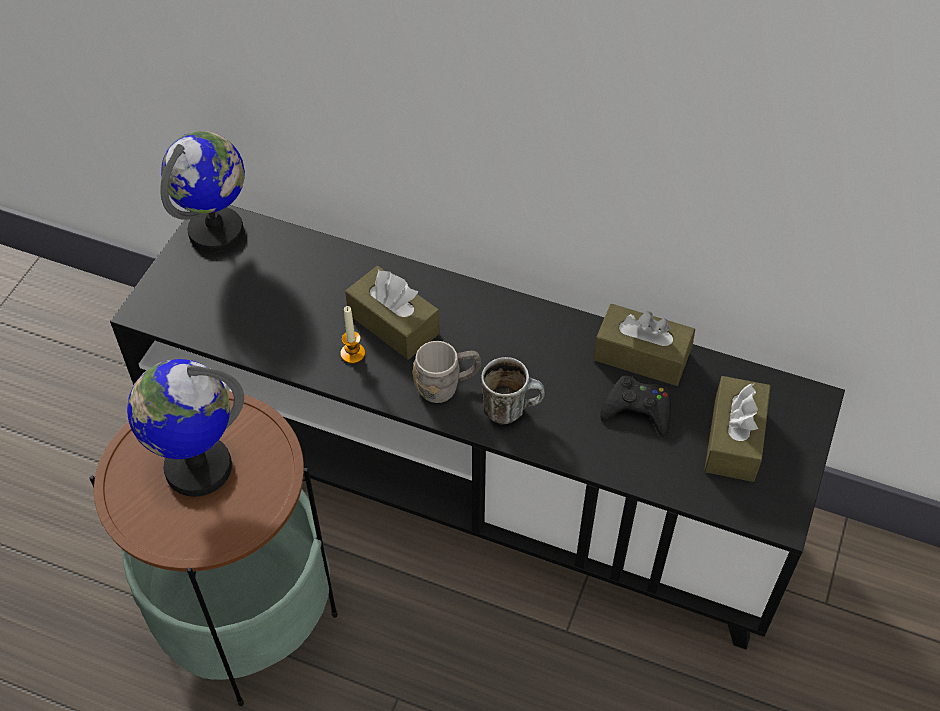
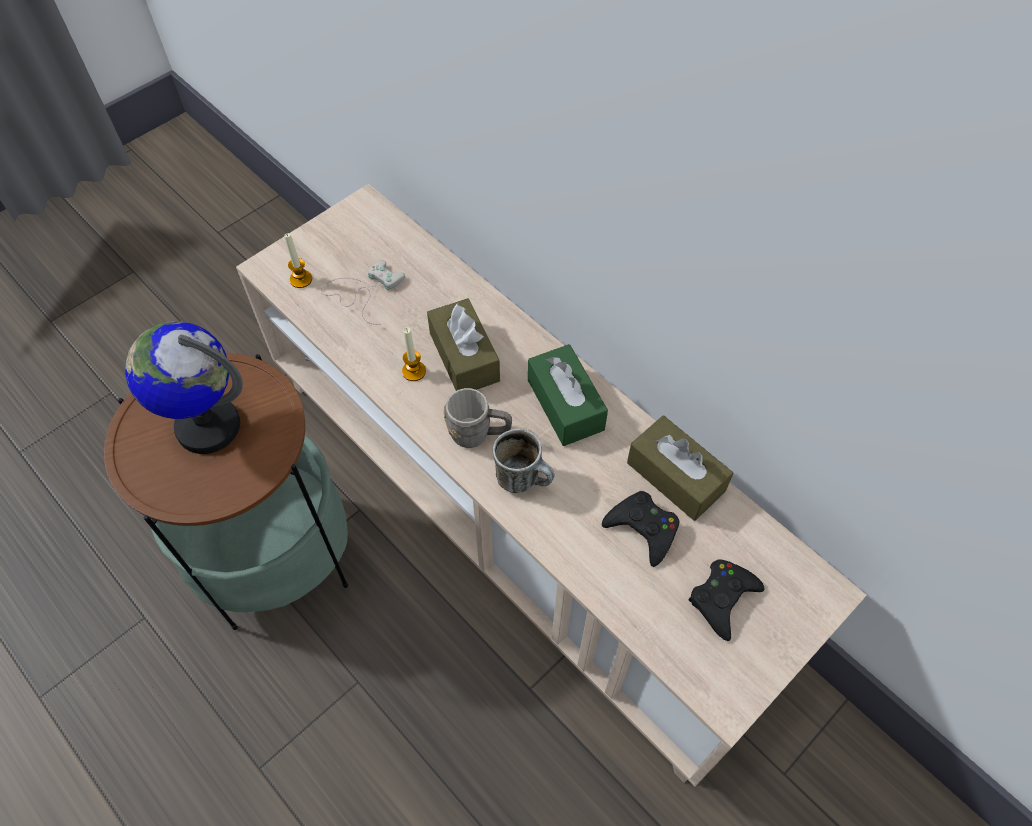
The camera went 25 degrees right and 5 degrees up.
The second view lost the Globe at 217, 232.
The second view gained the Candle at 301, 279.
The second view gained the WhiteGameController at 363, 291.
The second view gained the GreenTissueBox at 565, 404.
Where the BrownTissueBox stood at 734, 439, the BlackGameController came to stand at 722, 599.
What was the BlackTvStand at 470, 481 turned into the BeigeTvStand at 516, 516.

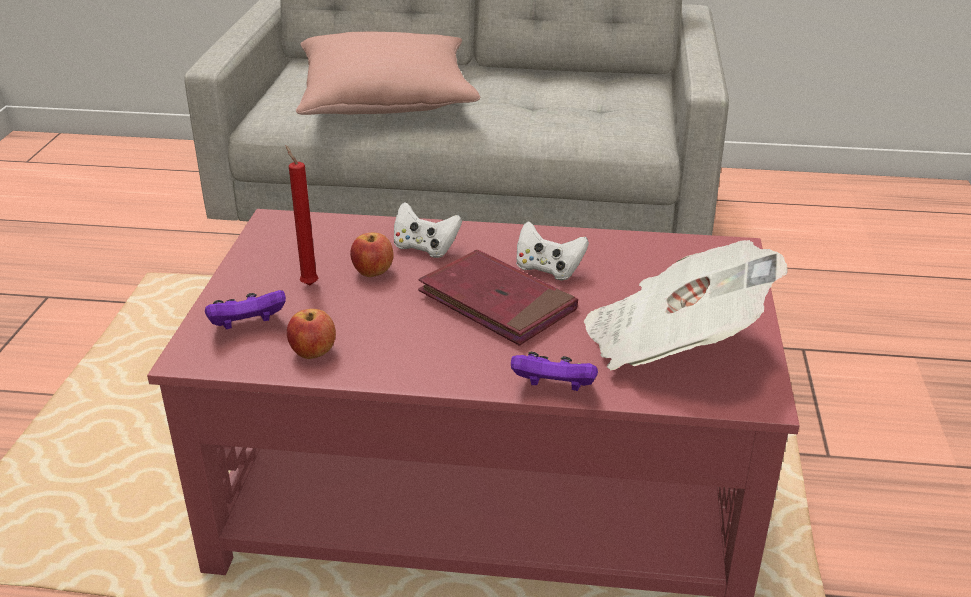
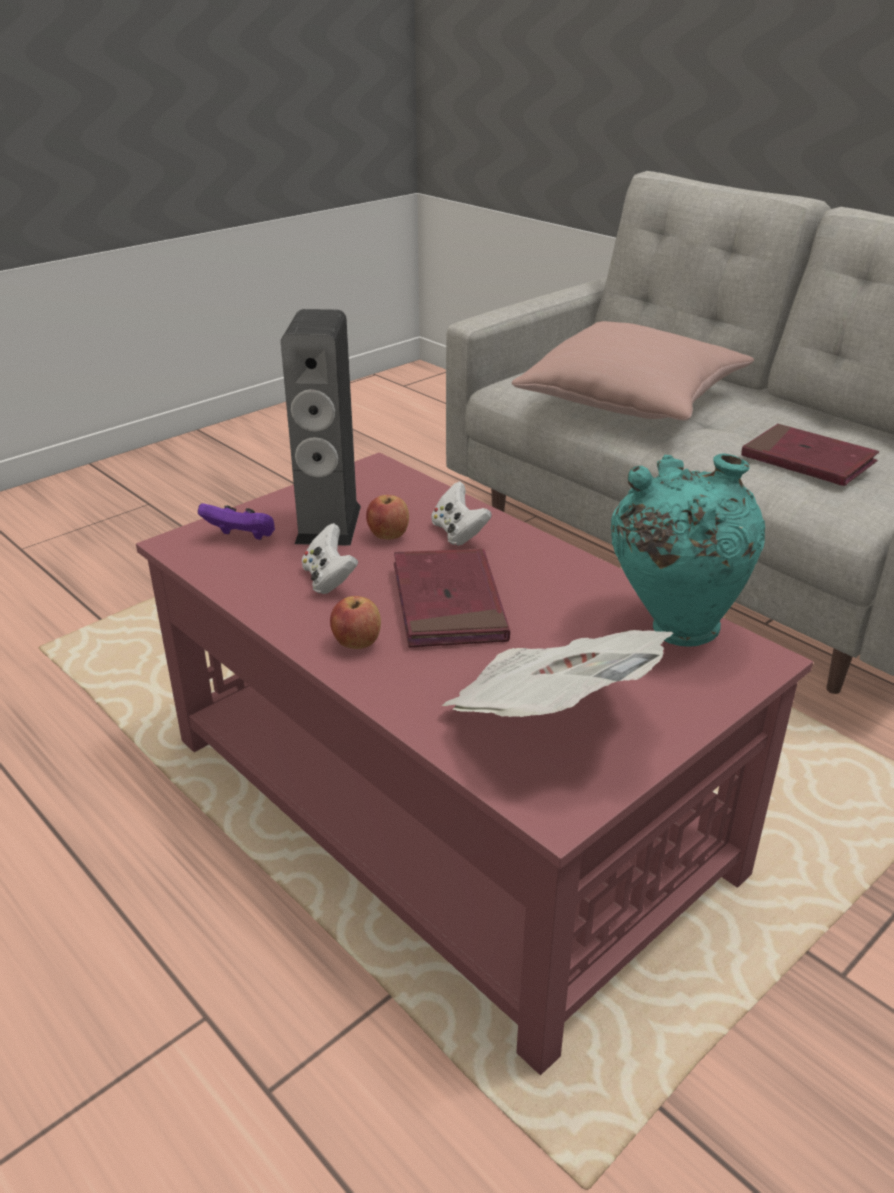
The camera went 40 degrees right and 0 degrees up.
The second view lost the PurpleGameController at 554, 389.
The second view gained the TurquoiseVase at 673, 627.
The second view gained the RedBook at 807, 461.
The Apple ended up elsewhere, having gone from 313, 353 to 356, 643.
The WhiteGameController ended up elsewhere, having gone from 548, 269 to 329, 579.
Where the RedCandle stood at 308, 284, the Speaker came to stand at 328, 524.

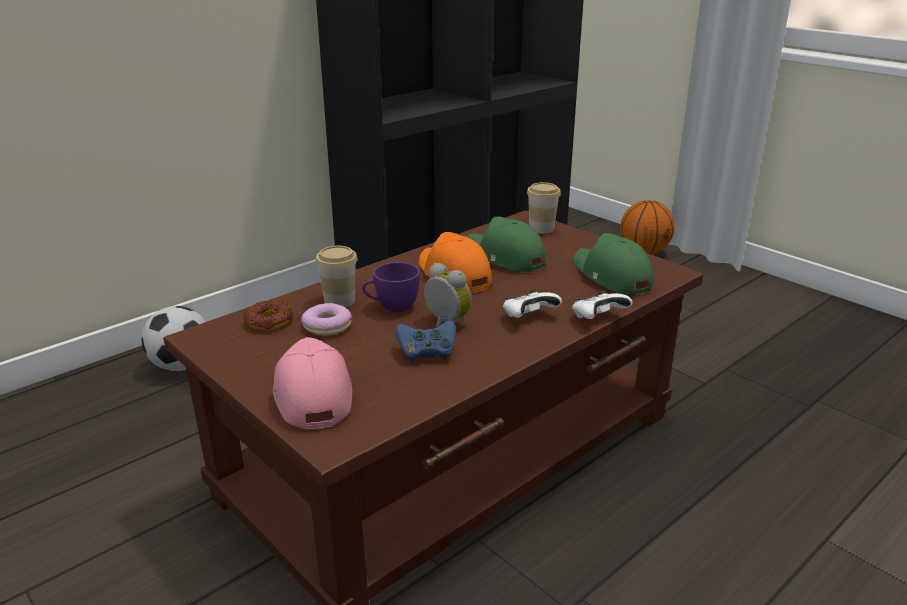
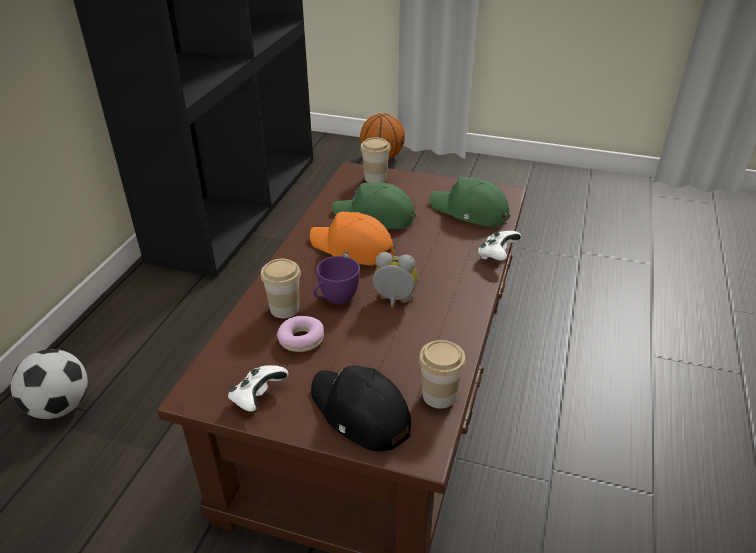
The camera went 30 degrees left and 10 degrees up.
The second view lost the Donut at 269, 321.
The second view lost the BlueGameController at 426, 353.
The second view gained the Cup at 439, 395.
The WhiteGameController ended up elsewhere, having gone from 529, 317 to 258, 397.
What was the PinkCap at 312, 394 turned into the BlackCap at 360, 413.

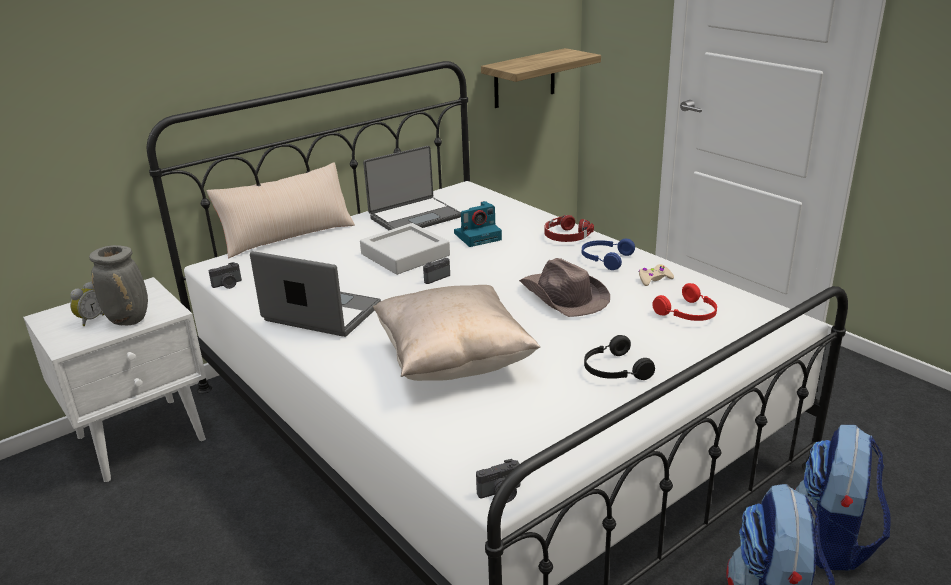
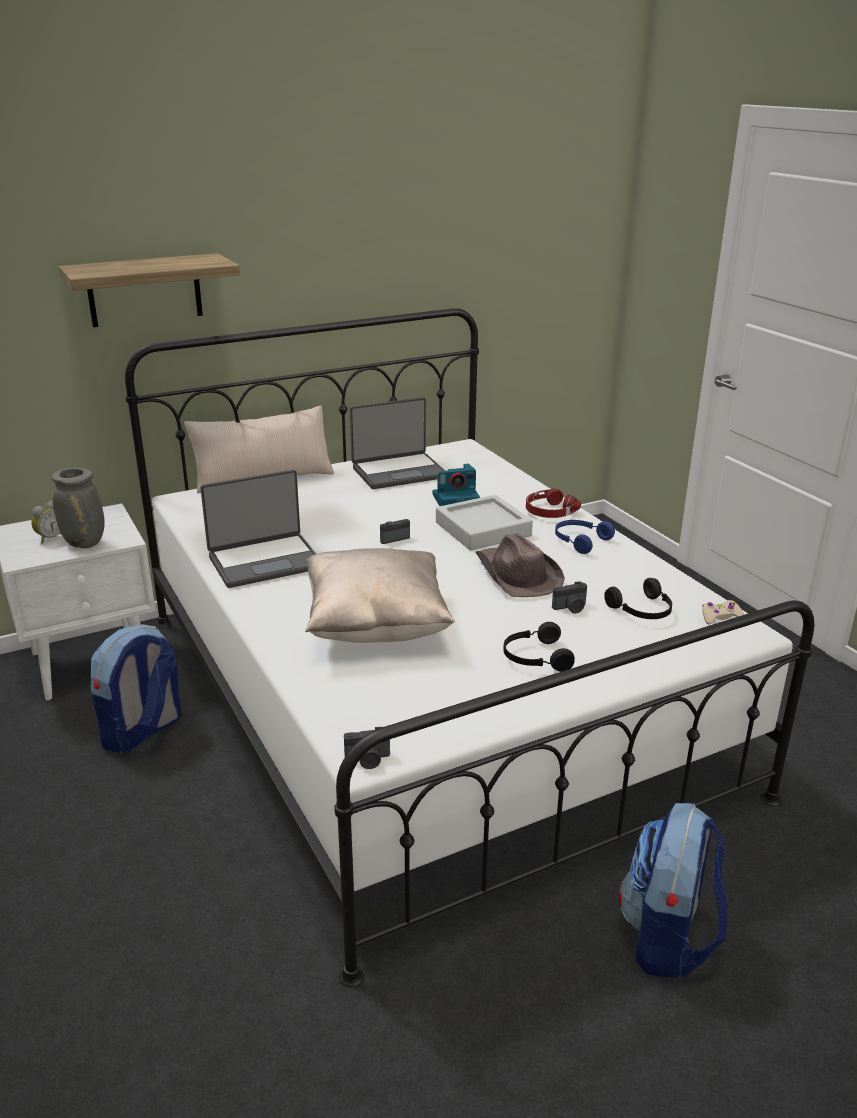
The camera went 10 degrees right and 0 degrees up.
The PhotoCamera ended up elsewhere, having gone from 228, 285 to 571, 608.
The GreyTray ended up elsewhere, having gone from 405, 255 to 483, 529.
The Shelf ended up elsewhere, having gone from 524, 78 to 144, 290.
The BeigeGameController ended up elsewhere, having gone from 654, 279 to 720, 617.
The Backpack ended up elsewhere, having gone from 833, 541 to 142, 732.
What was the RedHeadphones at 688, 314 turned into the BlackHeadphones at 642, 611.
The Laptop at 320, 314 ended up facing another way, 120 degrees clockwise from before.

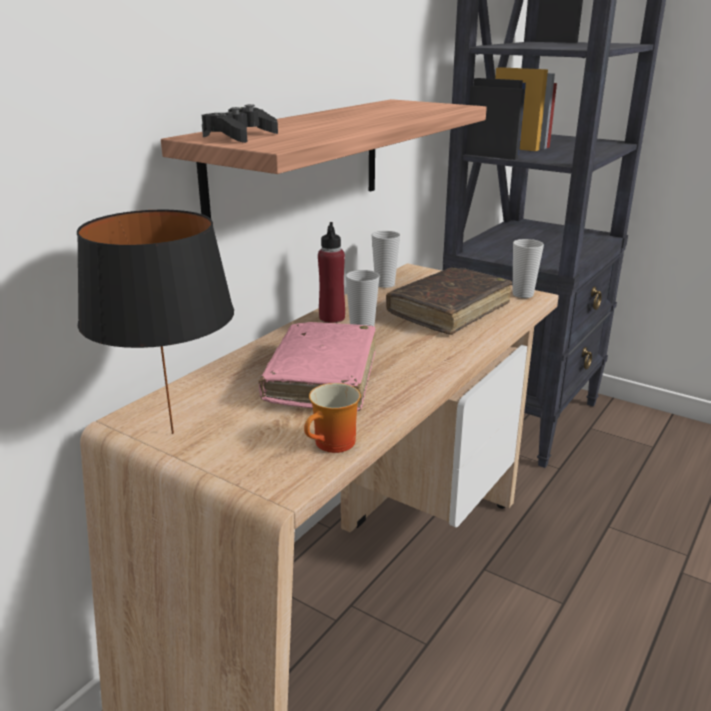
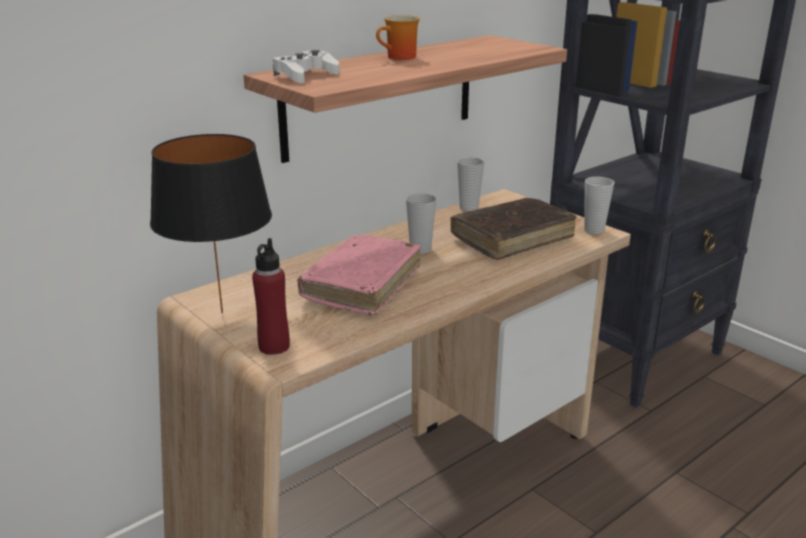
The camera went 15 degrees right and 0 degrees up.
The Mug ended up elsewhere, having gone from 334, 445 to 400, 58.
The RedBottle ended up elsewhere, having gone from 332, 318 to 274, 346.
What was the BlackGameController at 240, 136 turned into the WhiteGameController at 305, 75.

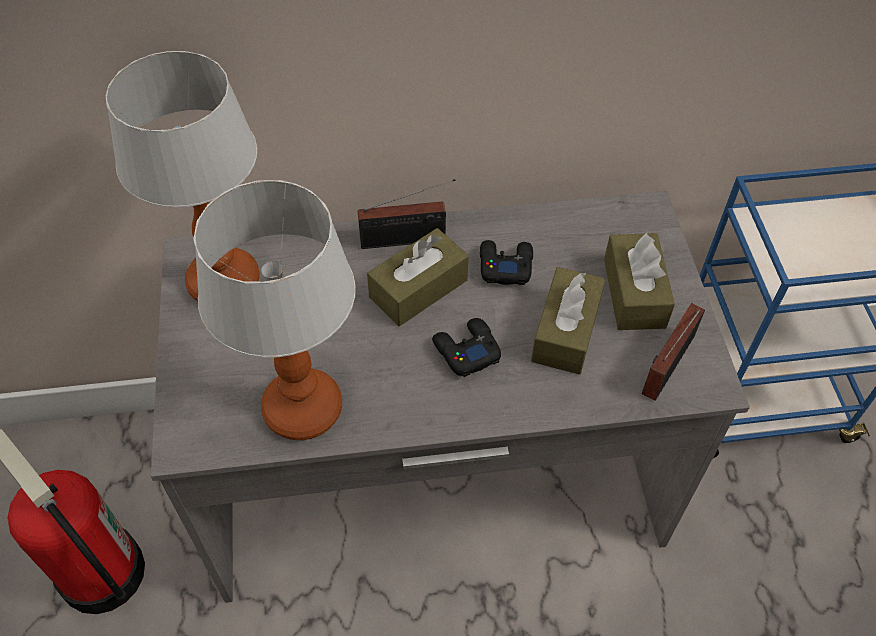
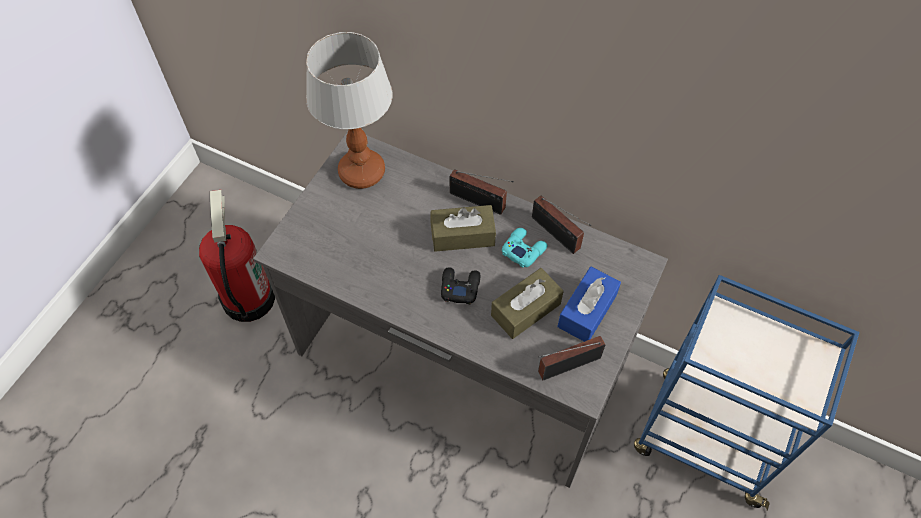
The camera went 35 degrees right and 5 degrees up.
The second view lost the TableLamp at 302, 407.
The second view gained the Radio at 557, 235.
What was the BlackGameController at 505, 265 turned into the TurquoiseGameController at 523, 249.
What was the BrownTissueBox at 634, 293 turned into the BlueTissueBox at 587, 311.

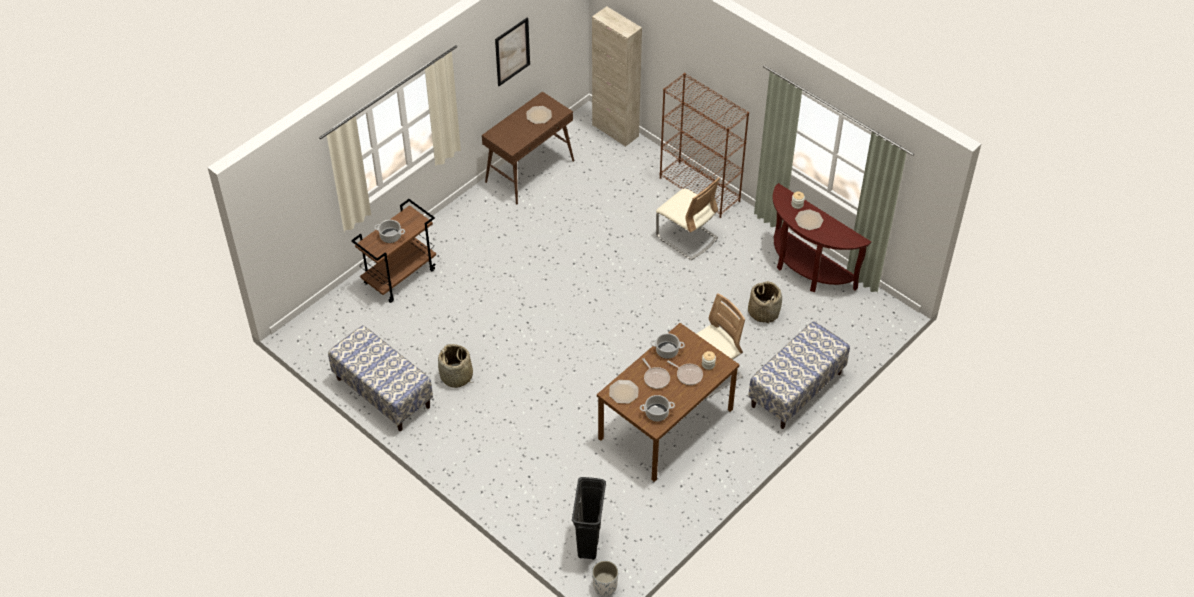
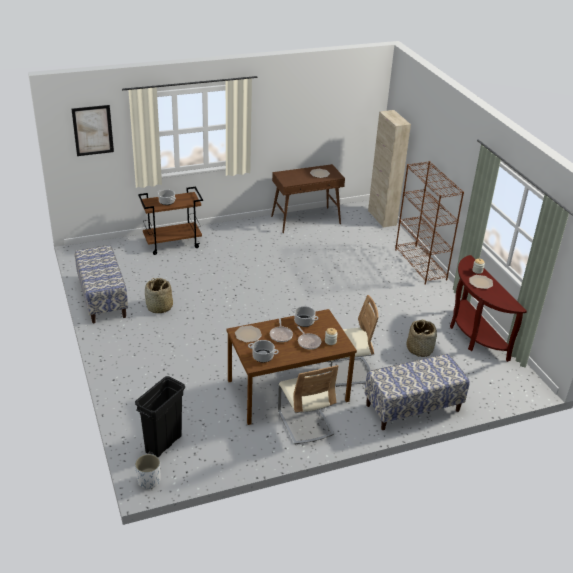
The camera went 25 degrees right and 15 degrees down.
The Picture ended up elsewhere, having gone from 512, 51 to 93, 130.
The BeigeChair ended up elsewhere, having gone from 686, 237 to 305, 423.

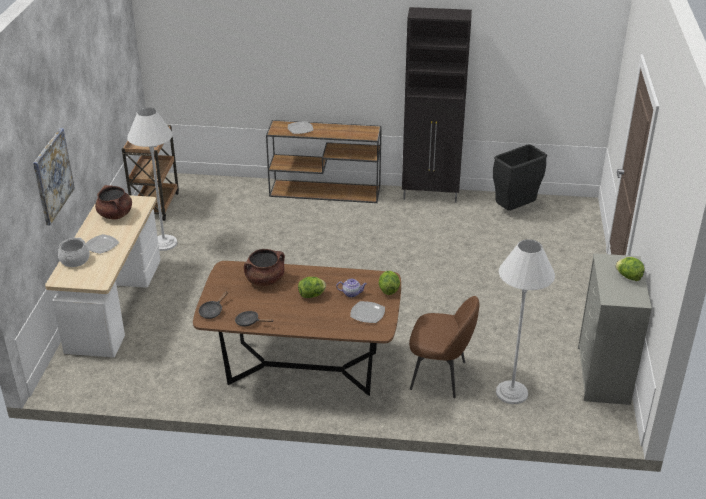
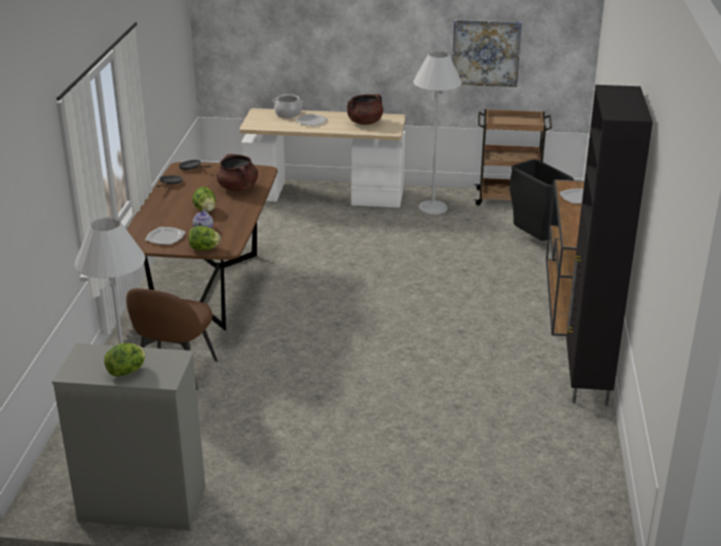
The camera went 90 degrees right and 5 degrees down.
The Picture ended up elsewhere, having gone from 52, 176 to 485, 53.
The BlackTrashCan ended up elsewhere, having gone from 514, 209 to 536, 240.

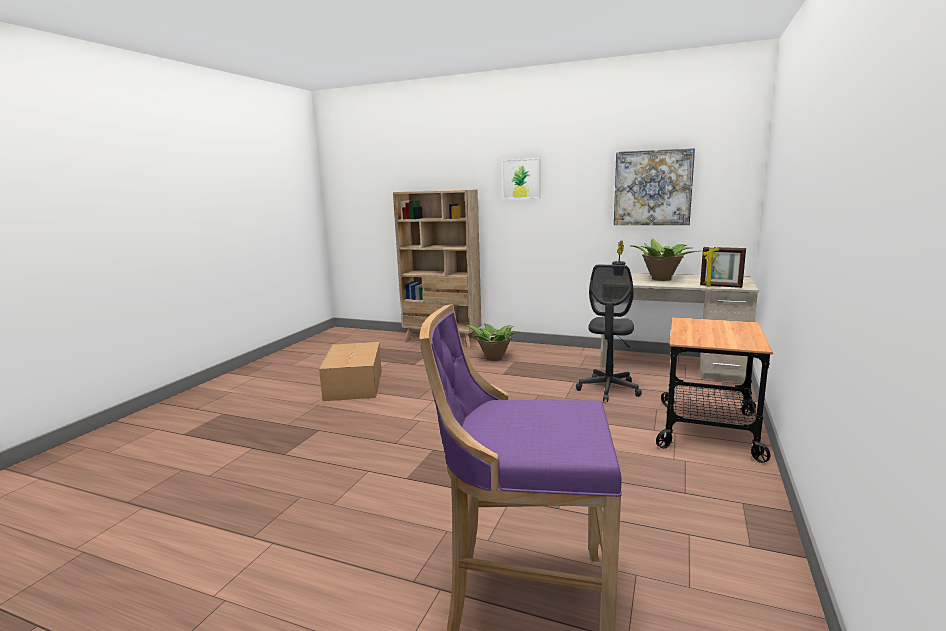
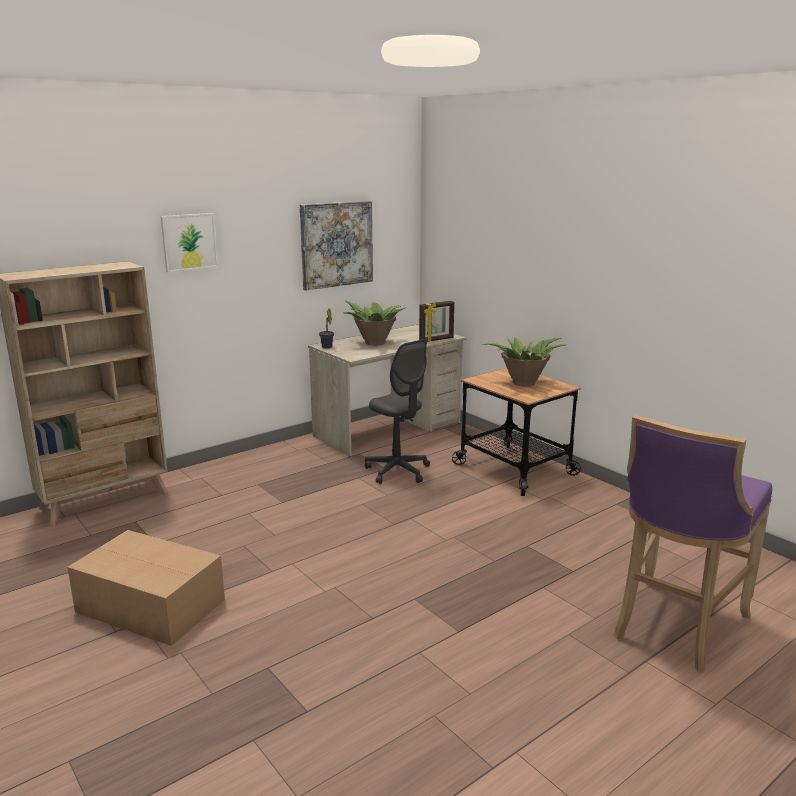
The camera went 60 degrees left and 5 degrees up.
The PottedPlant ended up elsewhere, having gone from 494, 358 to 522, 383.

